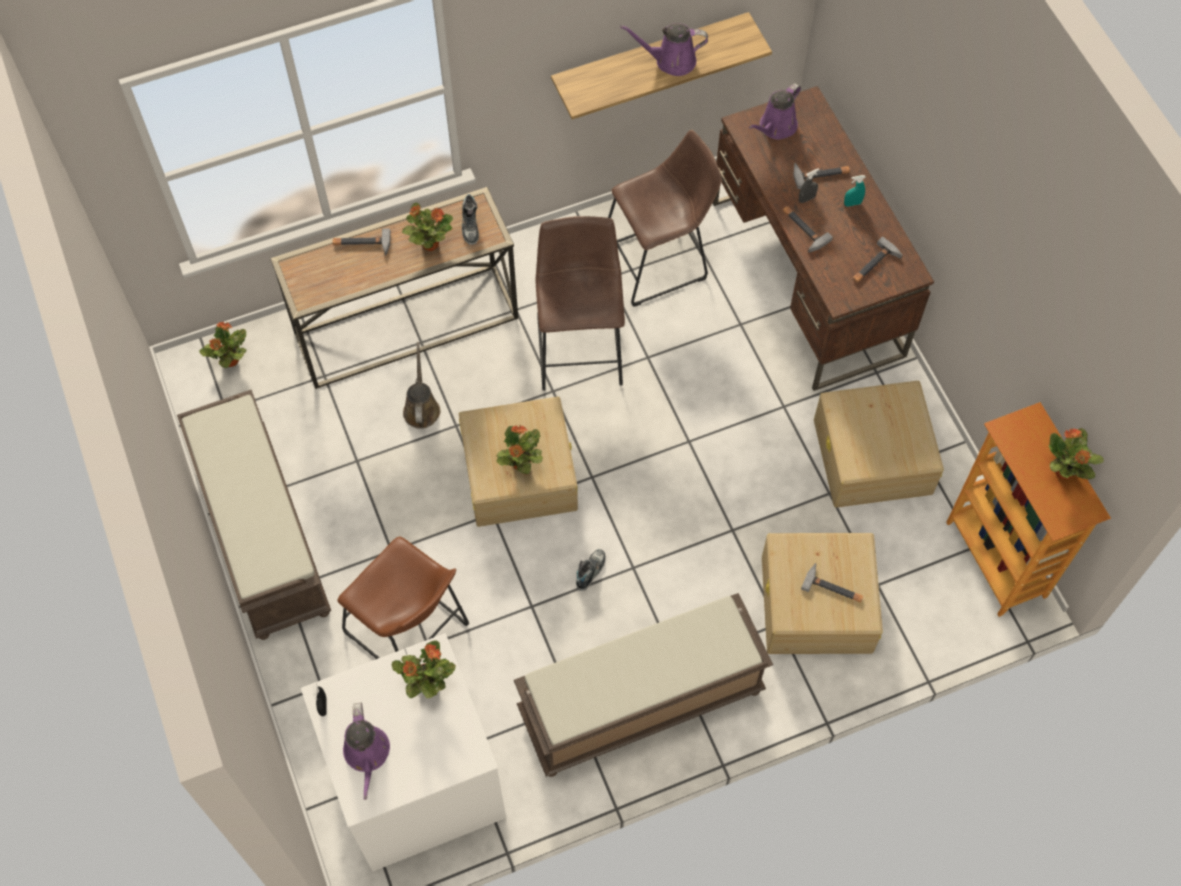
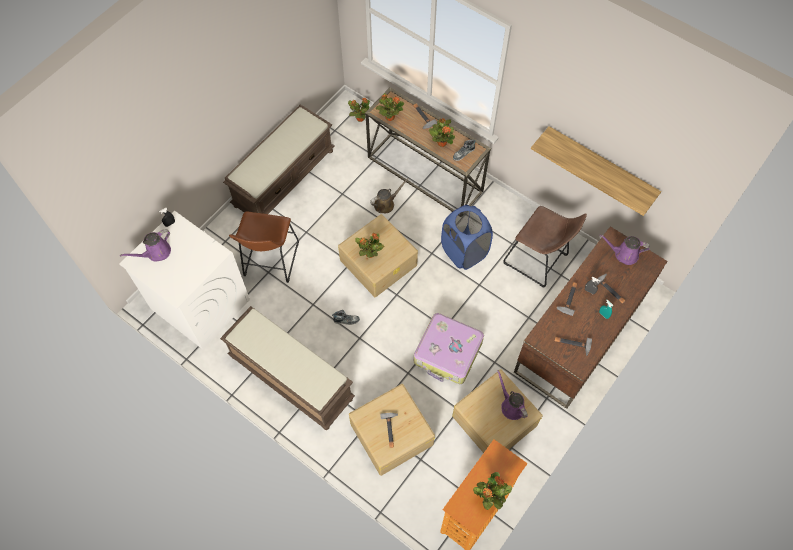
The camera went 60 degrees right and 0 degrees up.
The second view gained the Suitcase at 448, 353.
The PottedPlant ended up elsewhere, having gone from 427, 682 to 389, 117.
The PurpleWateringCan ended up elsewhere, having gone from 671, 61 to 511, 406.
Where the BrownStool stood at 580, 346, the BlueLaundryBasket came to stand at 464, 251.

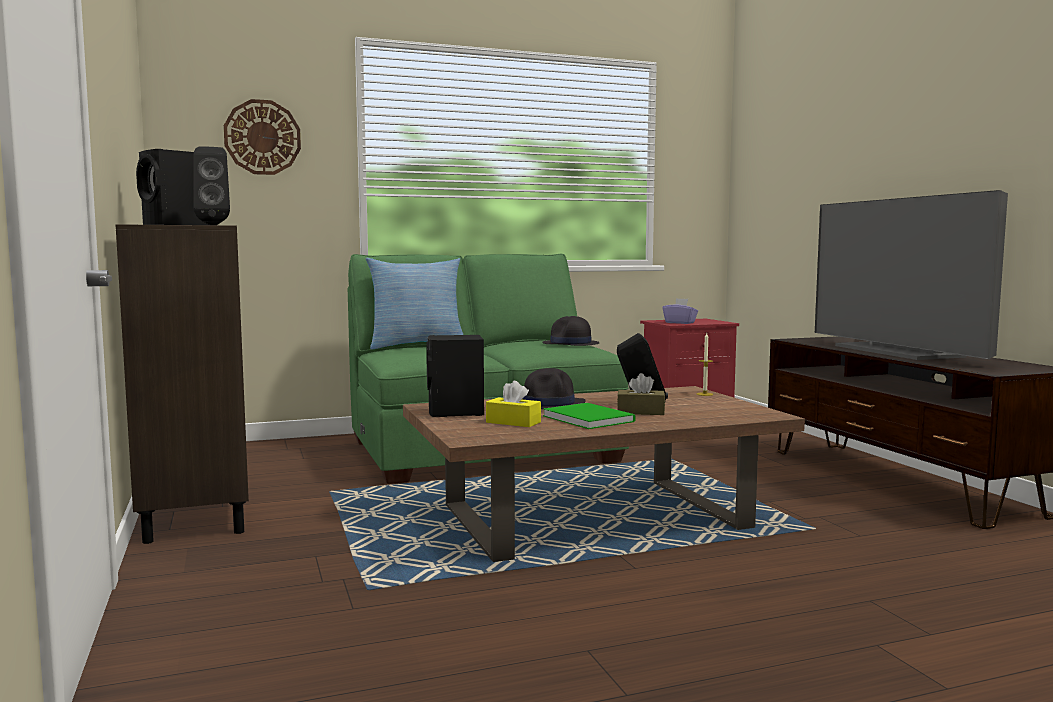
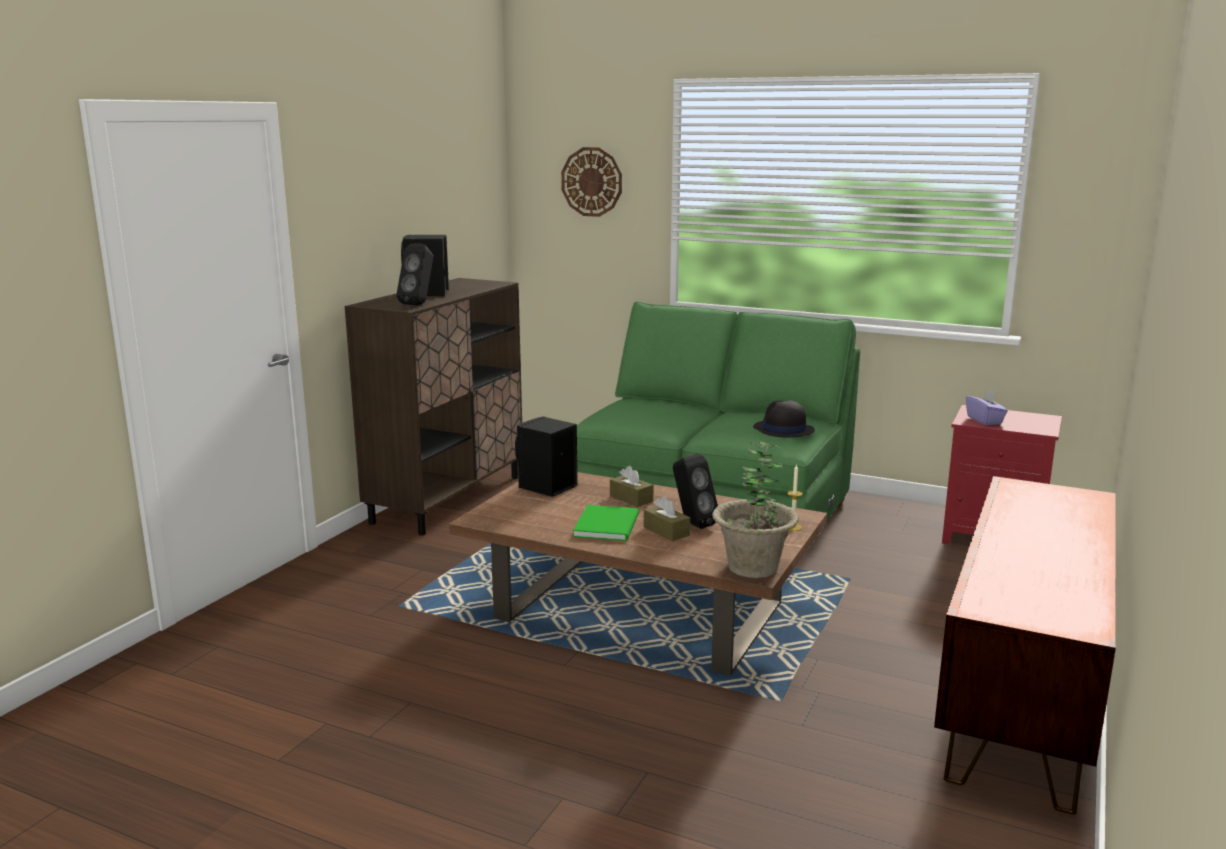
The camera went 45 degrees right and 10 degrees up.
The second view lost the Pillow at 417, 346.
The second view lost the YellowTissueBox at 513, 422.
The second view lost the Television at 897, 351.
The second view gained the PottedPlant at 753, 567.
Where the BlackHat stood at 549, 404, the BrownTissueBox came to stand at 631, 498.

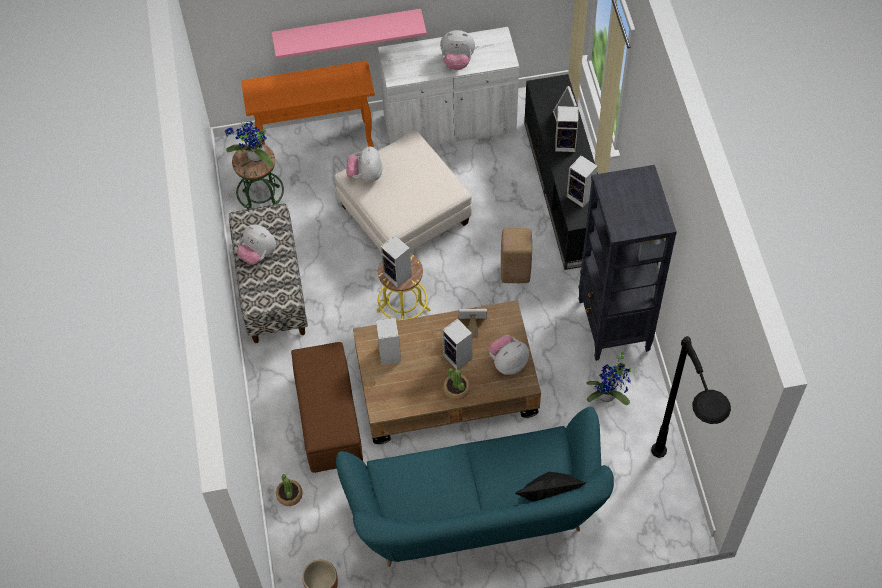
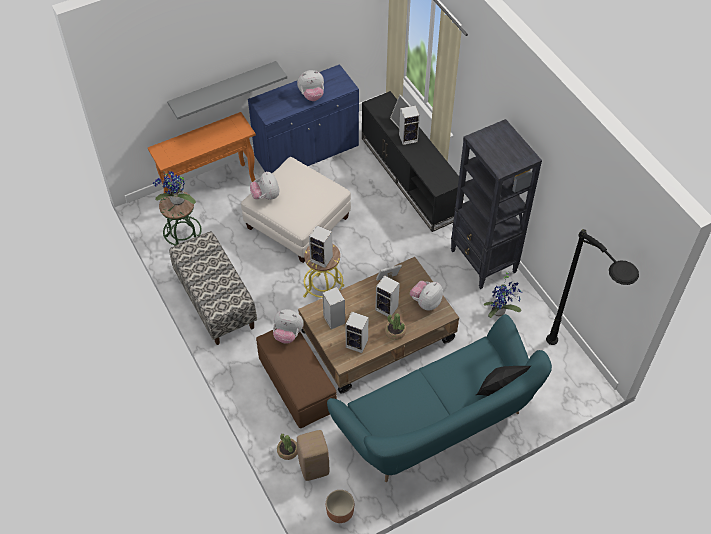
The camera went 20 degrees left and 5 degrees down.
The PlushToy ended up elsewhere, having gone from 258, 254 to 288, 334.
The BeigeStool ended up elsewhere, having gone from 514, 272 to 313, 468.
The Speaker ended up elsewhere, having gone from 581, 196 to 357, 344.
What was the PinkShelf at 347, 29 turned into the GreyShelf at 223, 89.
What was the WhiteCabinet at 449, 124 turned into the BlueCabinet at 307, 152.

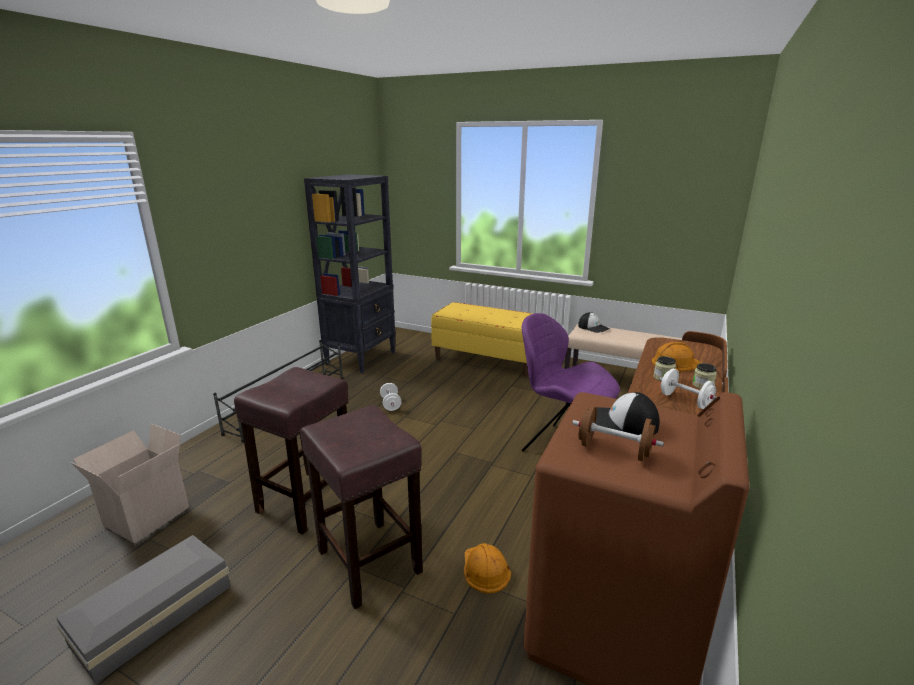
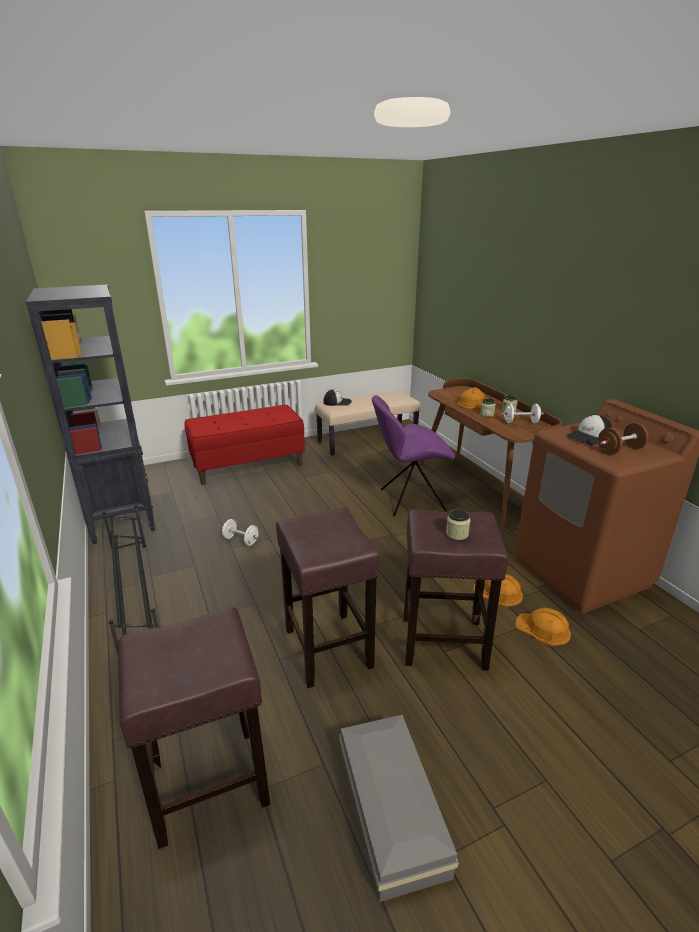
The camera went 50 degrees left and 5 degrees up.
The second view gained the Jar at 457, 534.
The second view gained the OrangeHardHat at 543, 629.
Where the CardboardBox stood at 147, 515, the BrownStool came to stand at 211, 782.
What was the YellowBench at 487, 359 turned into the RedBench at 248, 465.

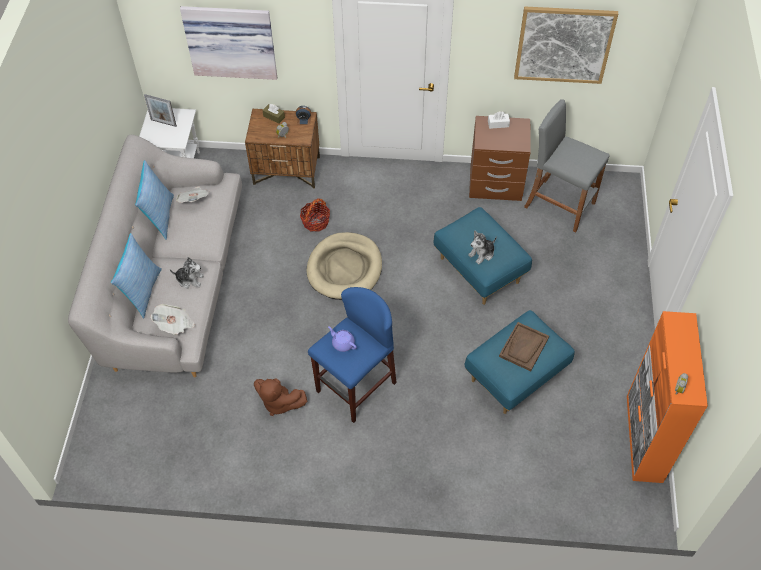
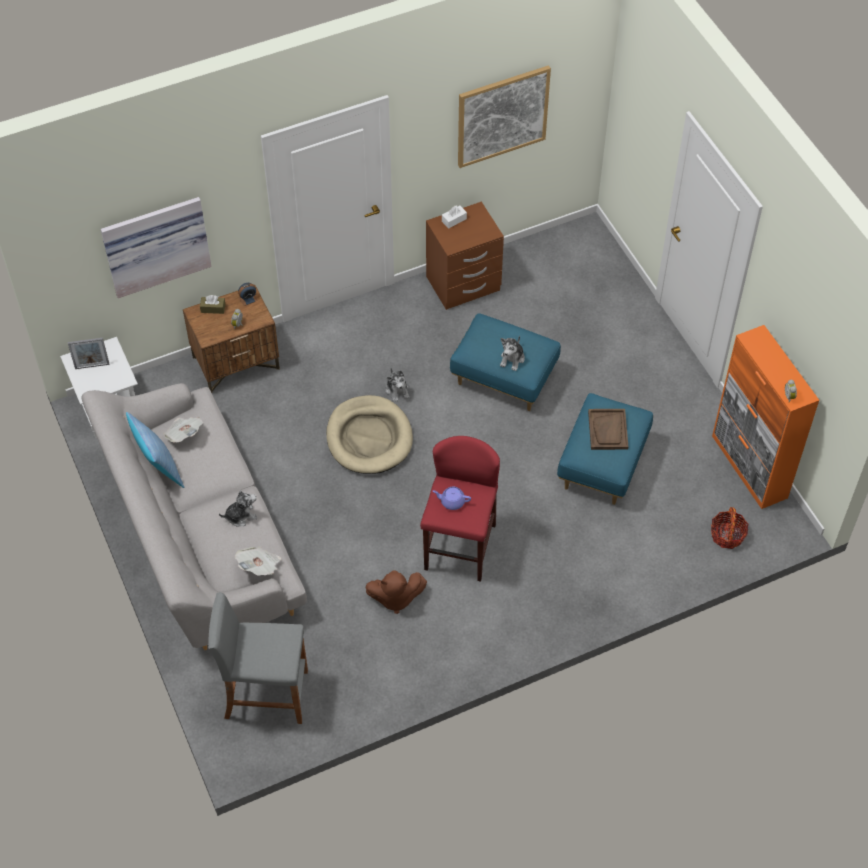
The camera went 30 degrees left and 0 degrees up.
The second view lost the Pillow at 142, 292.
The second view gained the PlushToy at 397, 390.
The Basket ended up elsewhere, having gone from 315, 222 to 727, 535.
The GreyStool ended up elsewhere, having gone from 559, 205 to 266, 694.
What was the BlueStool at 355, 387 turned into the RedStool at 459, 547.

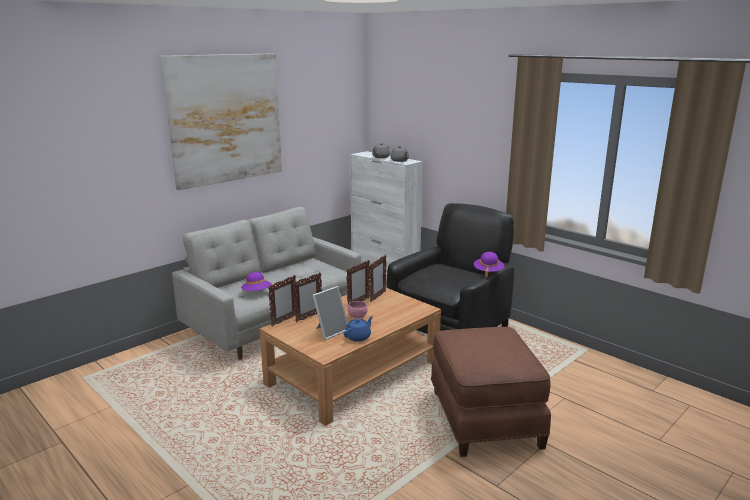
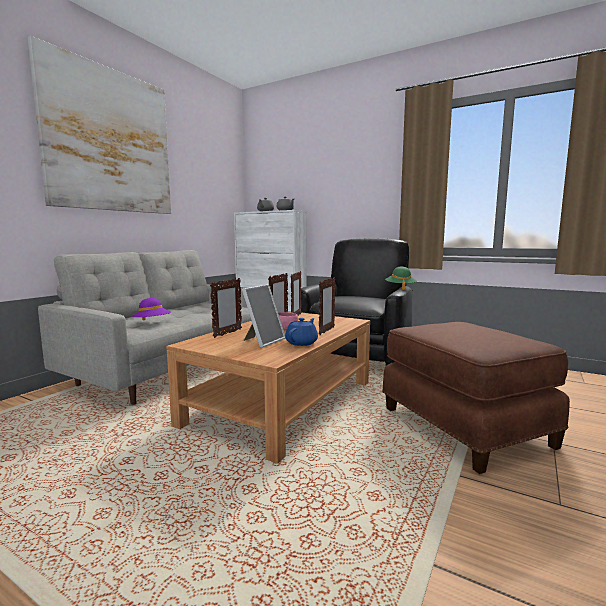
The camera went 15 degrees left and 10 degrees down.
The PictureFrame ended up elsewhere, having gone from 284, 320 to 326, 331.
What was the PurpleHat at 488, 272 turned into the GreenHat at 400, 288.

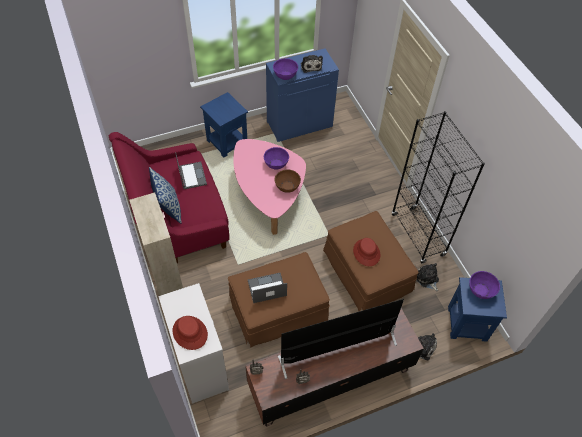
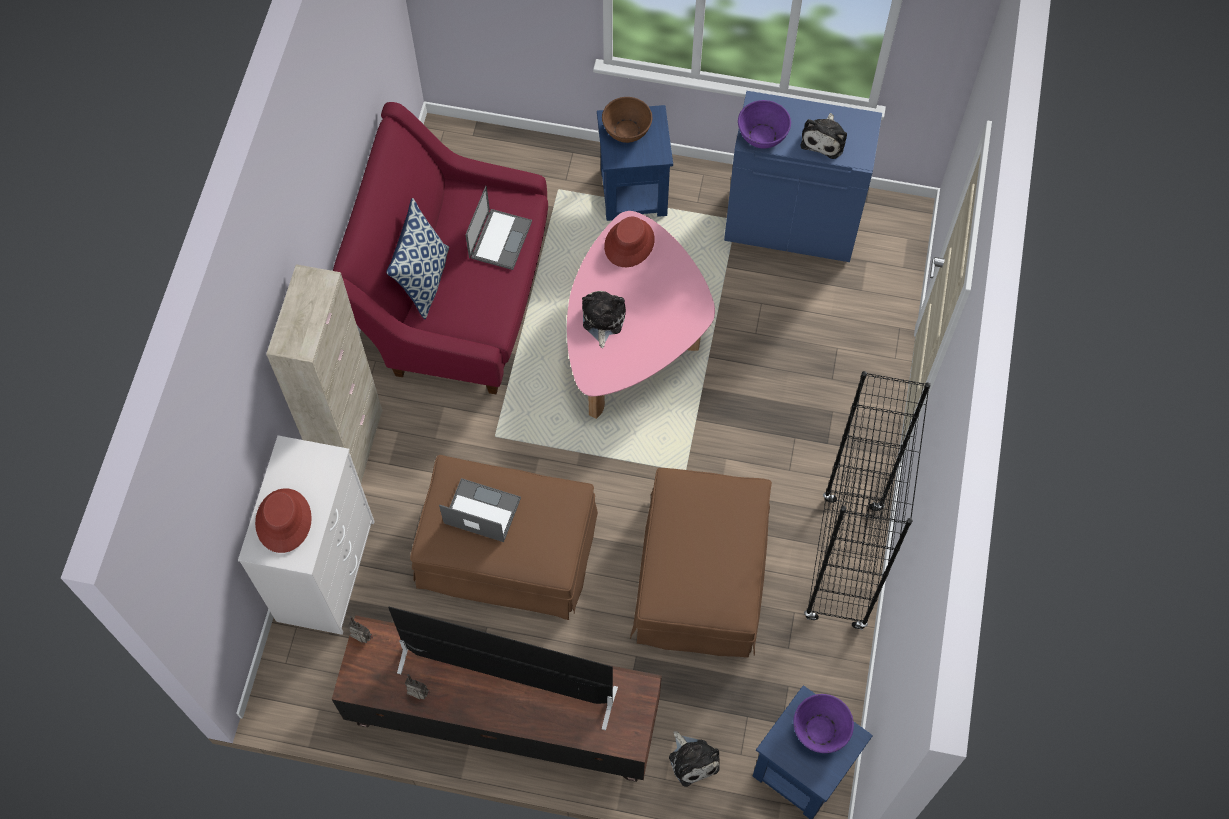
The camera went 35 degrees right and 10 degrees up.
The second view lost the PurpleBowl at 276, 164.
The BrownBowl ended up elsewhere, having gone from 287, 186 to 627, 130.
The RedHat ended up elsewhere, having gone from 366, 252 to 629, 243.
The PlushToy ended up elsewhere, having gone from 427, 279 to 602, 320.

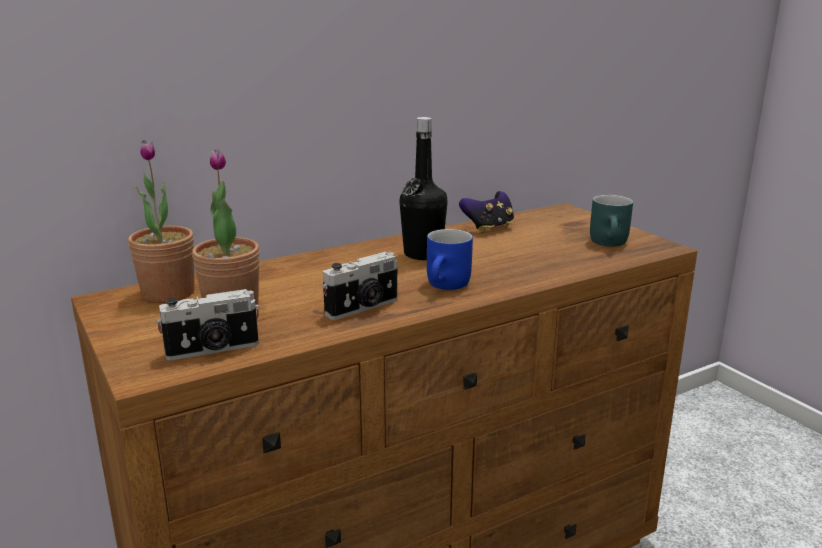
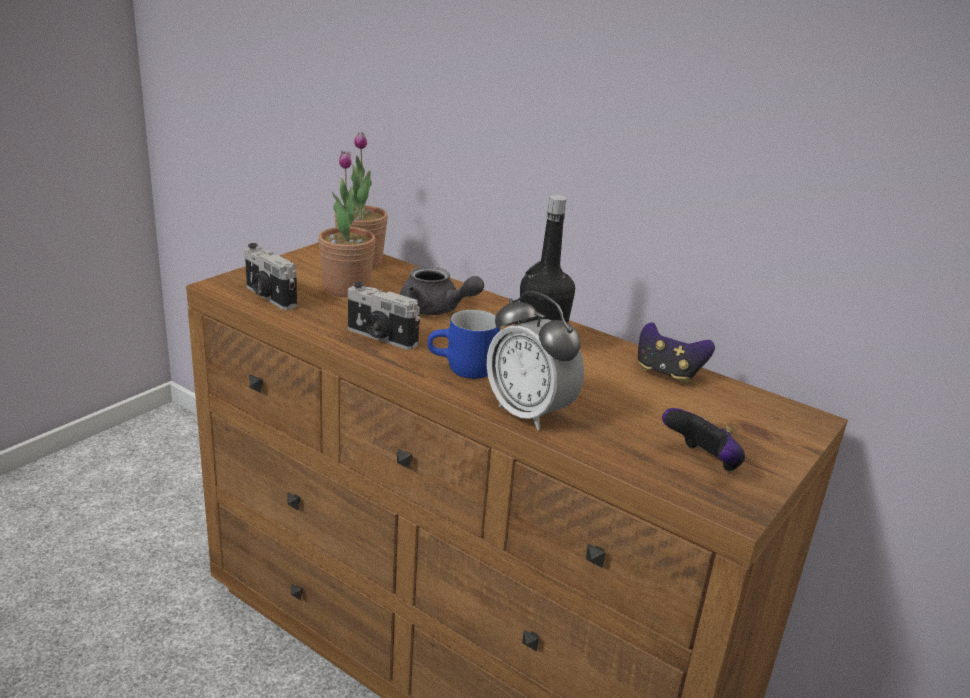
The camera went 65 degrees right and 5 degrees up.
The second view gained the GreyTeapot at 435, 310.
The second view gained the AlarmClock at 529, 413.
Where the TurquoiseMug stood at 611, 243, the GameController came to stand at 702, 463.

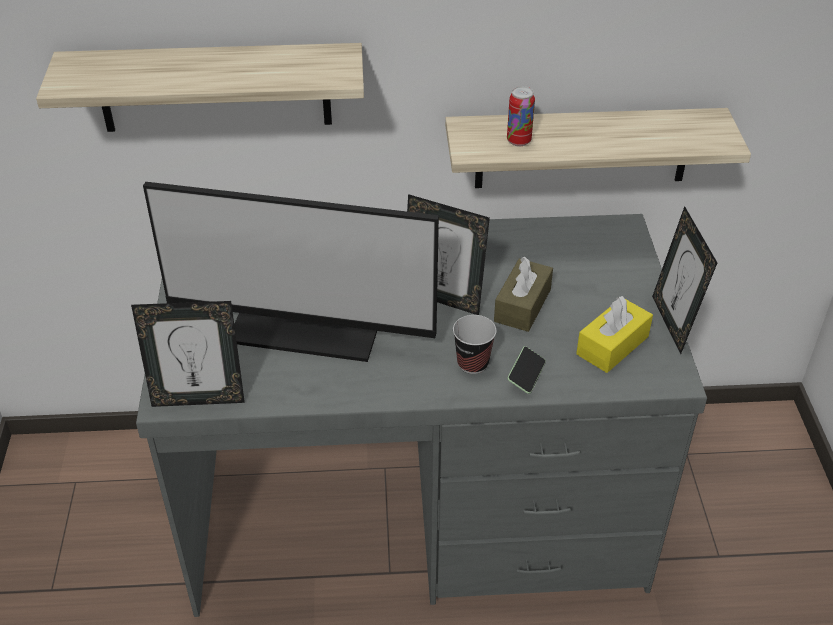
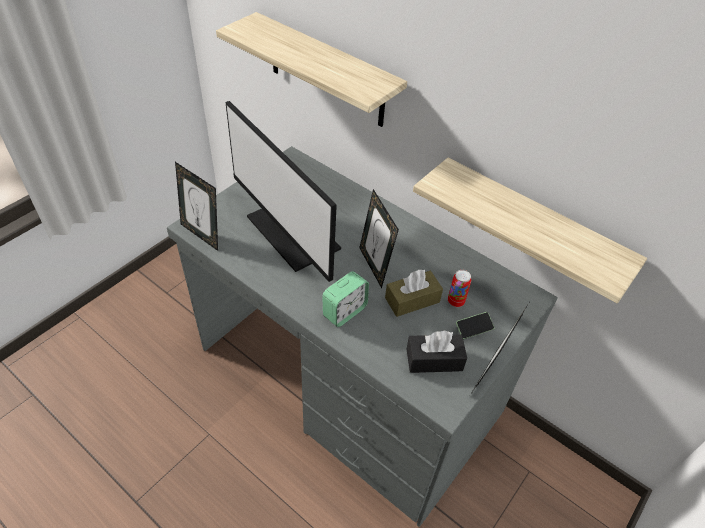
The camera went 40 degrees right and 5 degrees up.
The Can ended up elsewhere, having gone from 518, 141 to 455, 301.
The Phone ended up elsewhere, having gone from 526, 375 to 474, 328.
Where the Cup stood at 472, 363, the AlarmClock came to stand at 344, 311.
What was the YellowTissueBox at 612, 345 turned into the BlackTissueBox at 434, 360.

